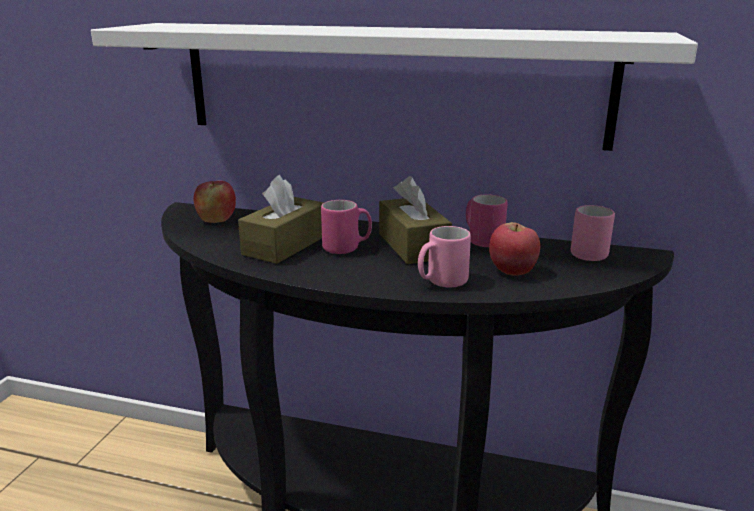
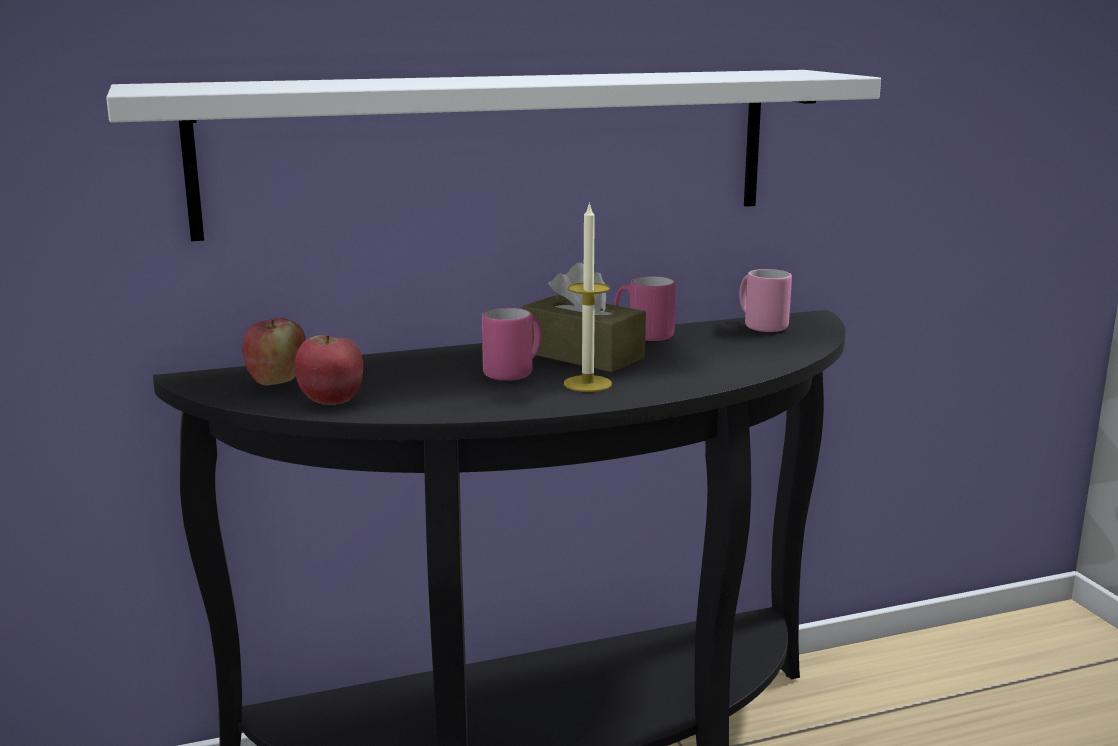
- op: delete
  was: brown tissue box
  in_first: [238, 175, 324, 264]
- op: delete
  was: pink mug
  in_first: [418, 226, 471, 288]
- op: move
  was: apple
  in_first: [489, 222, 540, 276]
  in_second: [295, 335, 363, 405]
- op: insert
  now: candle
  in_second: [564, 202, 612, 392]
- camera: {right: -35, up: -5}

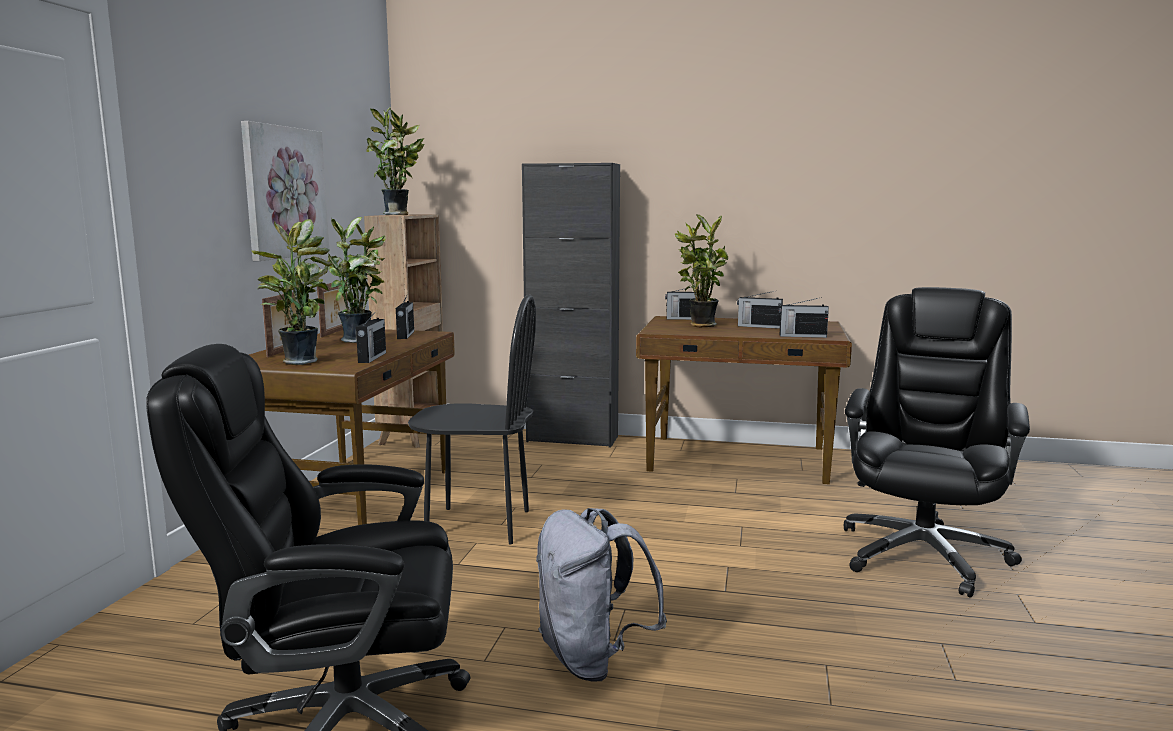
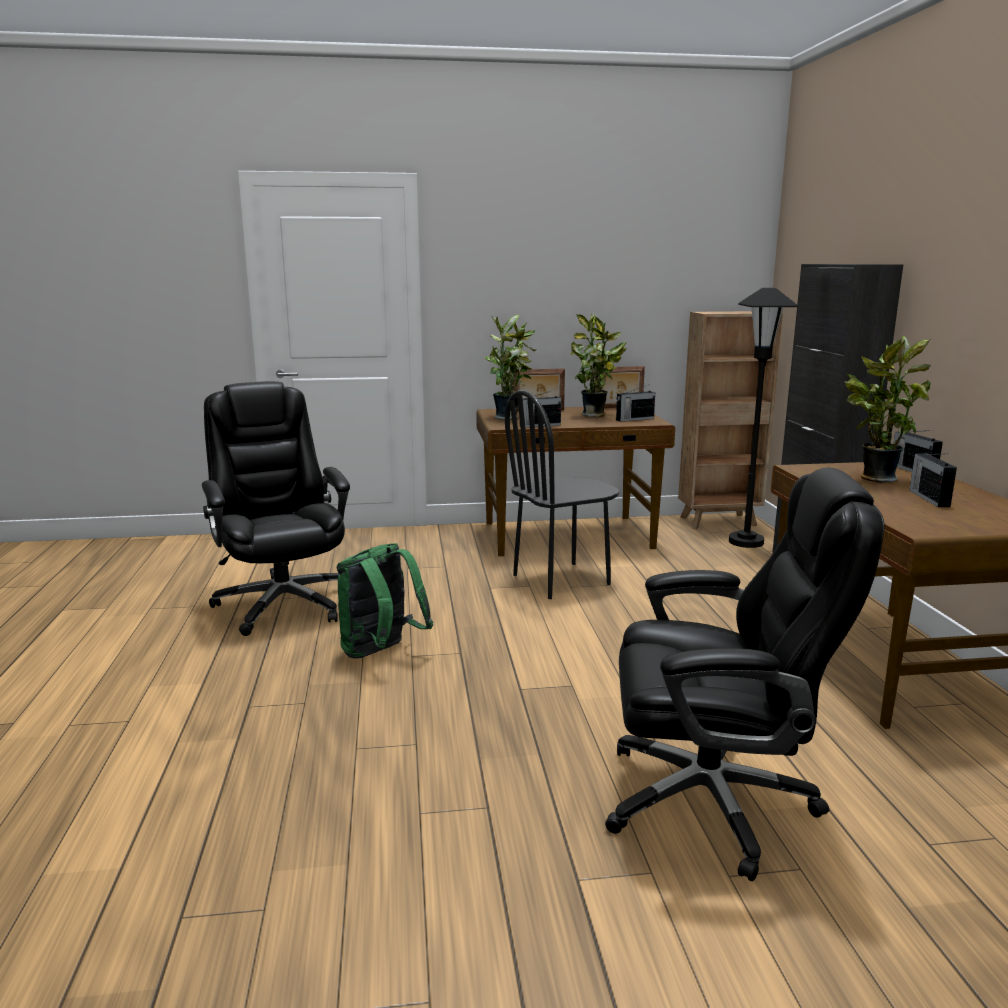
- op: delete
  was: picture
  in_first: [241, 121, 330, 261]
- op: delete
  was: potted plant
  in_first: [366, 107, 424, 215]
- op: rotate
  was: black chair
  in_first: [408, 295, 536, 544]
  in_second: [505, 390, 619, 599]
  clockwise: 75
- op: recolor
  was: grey backpack
  now: green backpack
  in_first: [536, 508, 667, 682]
  in_second: [337, 543, 434, 658]
- op: delete
  was: radio
  in_first: [779, 297, 829, 338]
- op: insert
  now: black floor lamp
  in_second: [729, 288, 797, 548]
- camera: {right: 70, up: 5}

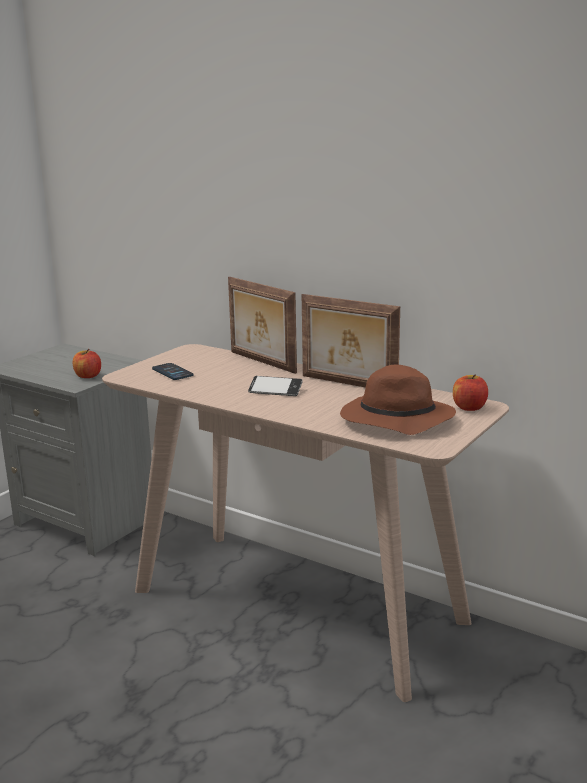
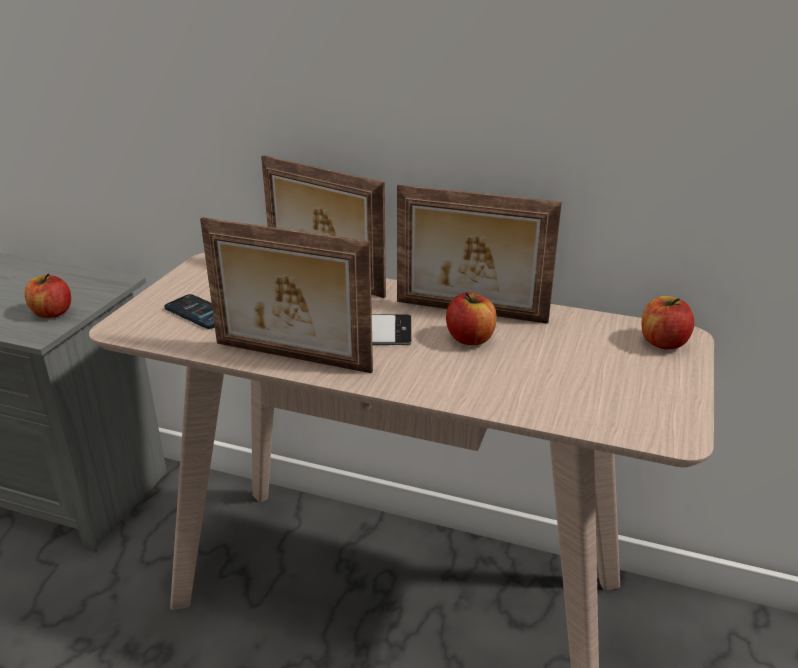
- op: delete
  was: brown hat
  in_first: [340, 365, 456, 435]
- op: insert
  now: picture frame
  in_second: [200, 217, 373, 373]
- op: insert
  now: apple
  in_second: [446, 292, 497, 345]
- camera: {right: -15, up: 10}

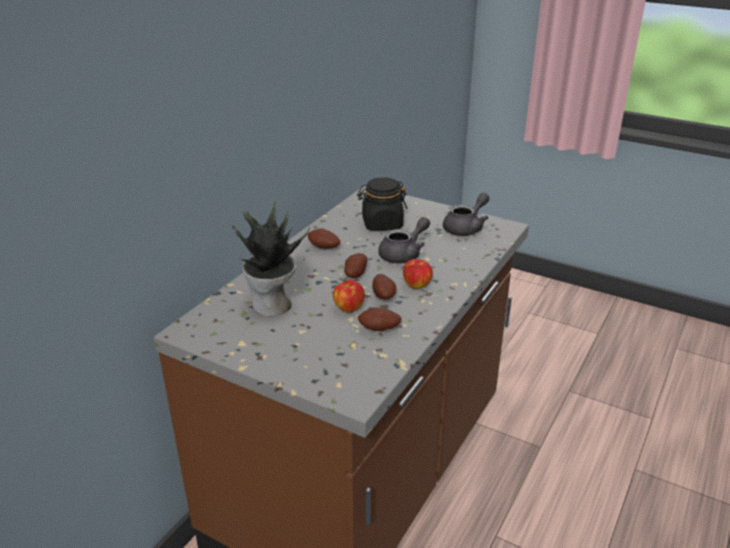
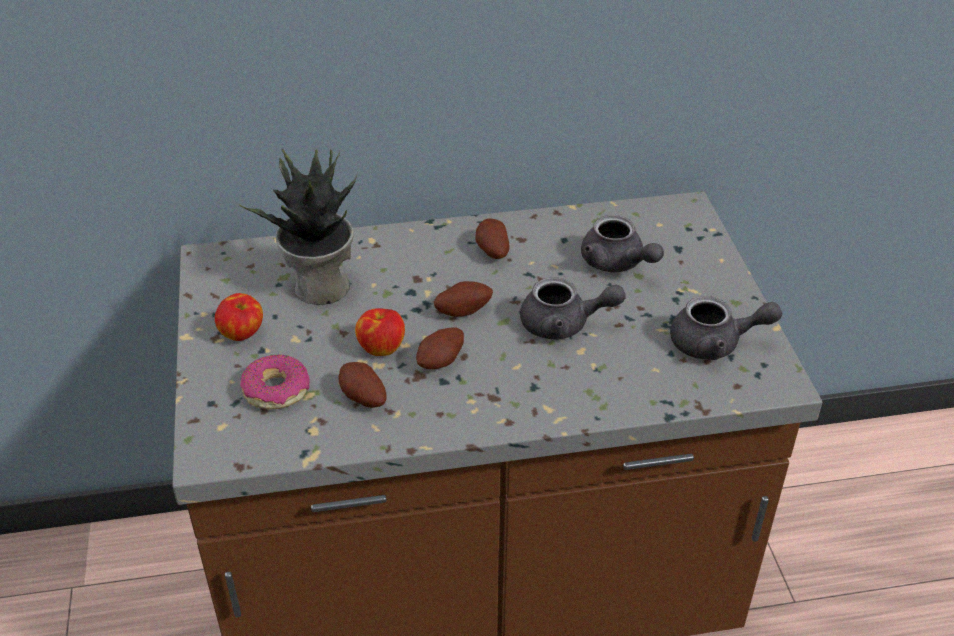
- op: replace
  was: black jar
  now: grey teapot
  in_first: [357, 177, 408, 231]
  in_second: [581, 215, 664, 272]
- op: move
  was: apple
  in_first: [403, 259, 433, 289]
  in_second: [215, 293, 263, 341]
- op: insert
  now: donut
  in_second: [240, 355, 310, 410]
- camera: {right: 50, up: 10}

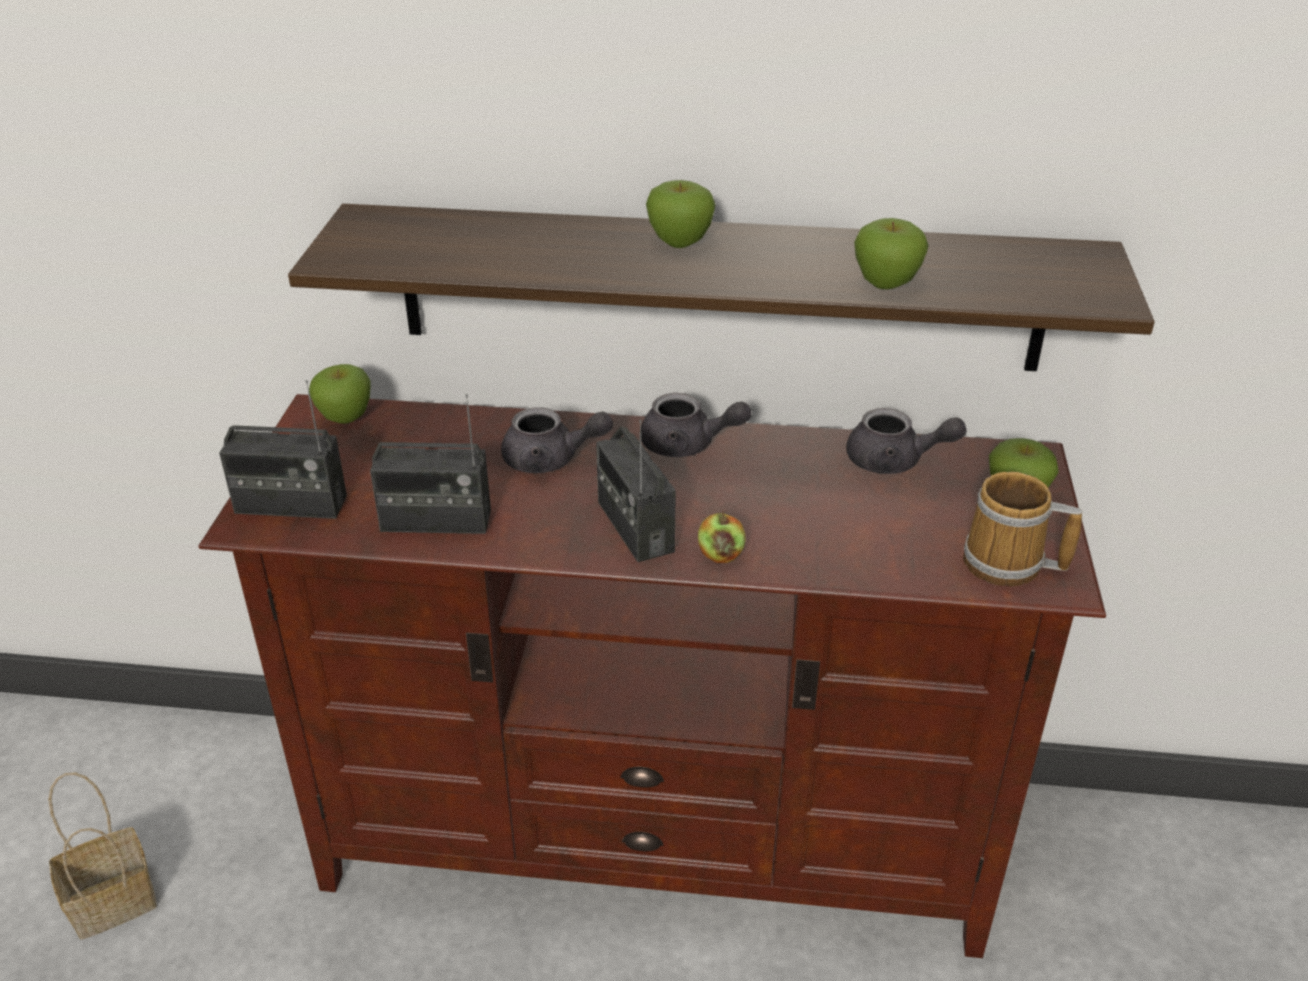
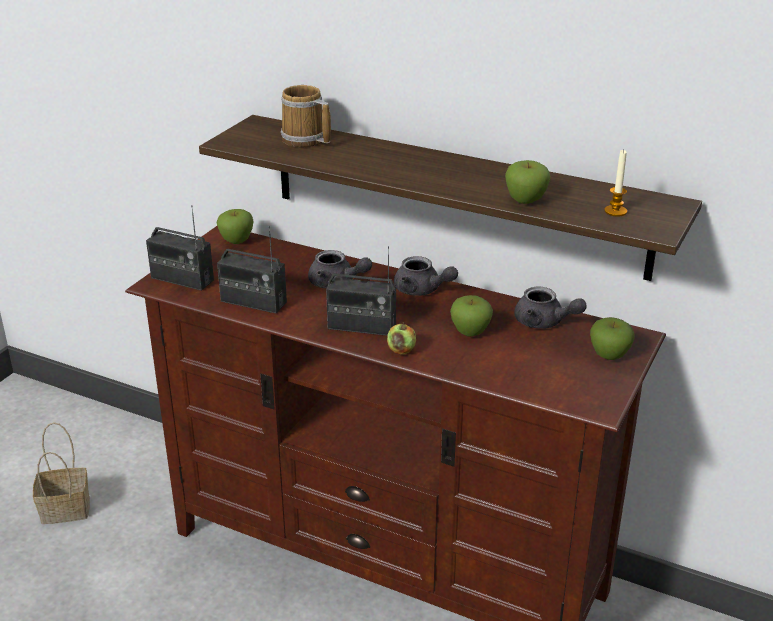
- op: rotate
  was: radio
  in_first: [596, 420, 676, 562]
  in_second: [326, 246, 396, 336]
  clockwise: -75
- op: move
  was: apple
  in_first: [646, 180, 716, 248]
  in_second: [450, 295, 493, 337]
- op: move
  was: mug
  in_first: [963, 472, 1082, 587]
  in_second: [281, 85, 331, 147]
- op: insert
  now: candle
  in_second: [604, 149, 627, 217]
- camera: {right: 20, up: -5}

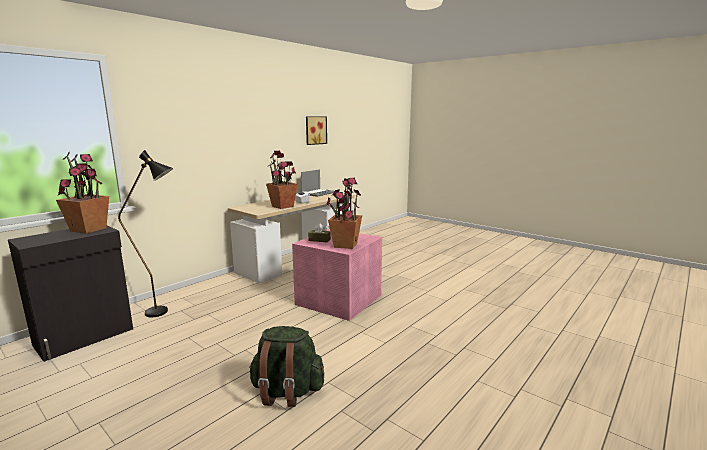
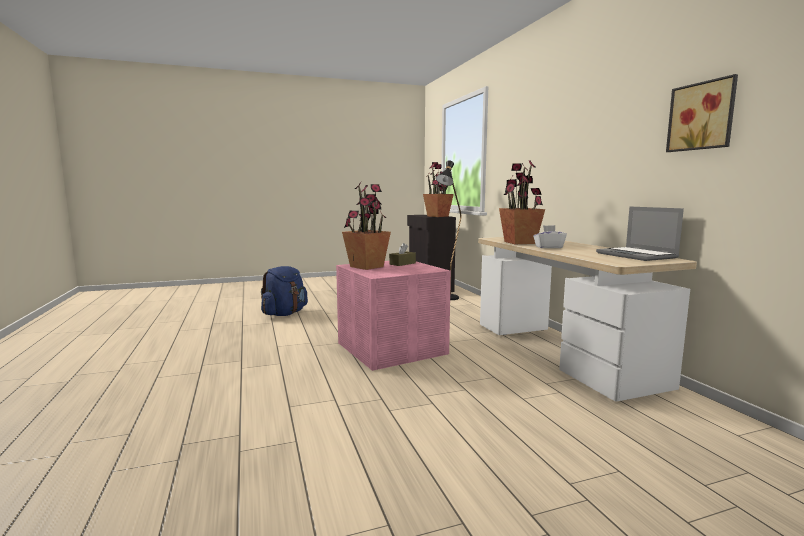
- op: recolor
  was: green backpack
  now: blue backpack
  in_first: [249, 326, 324, 407]
  in_second: [261, 266, 308, 316]
- camera: {right: 120, up: -5}

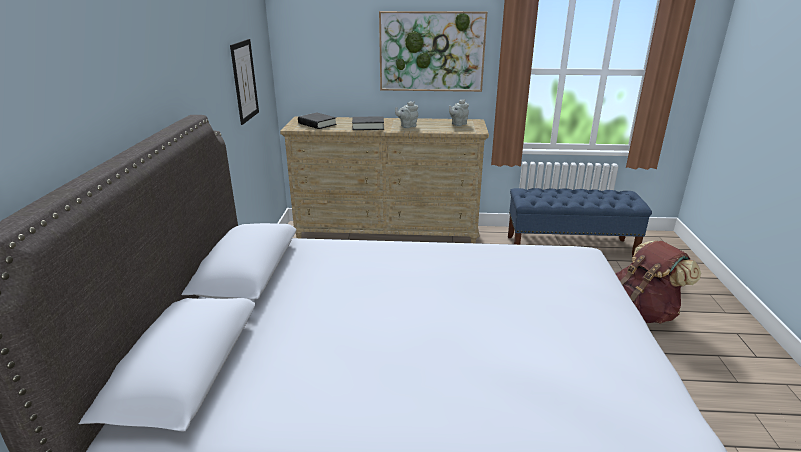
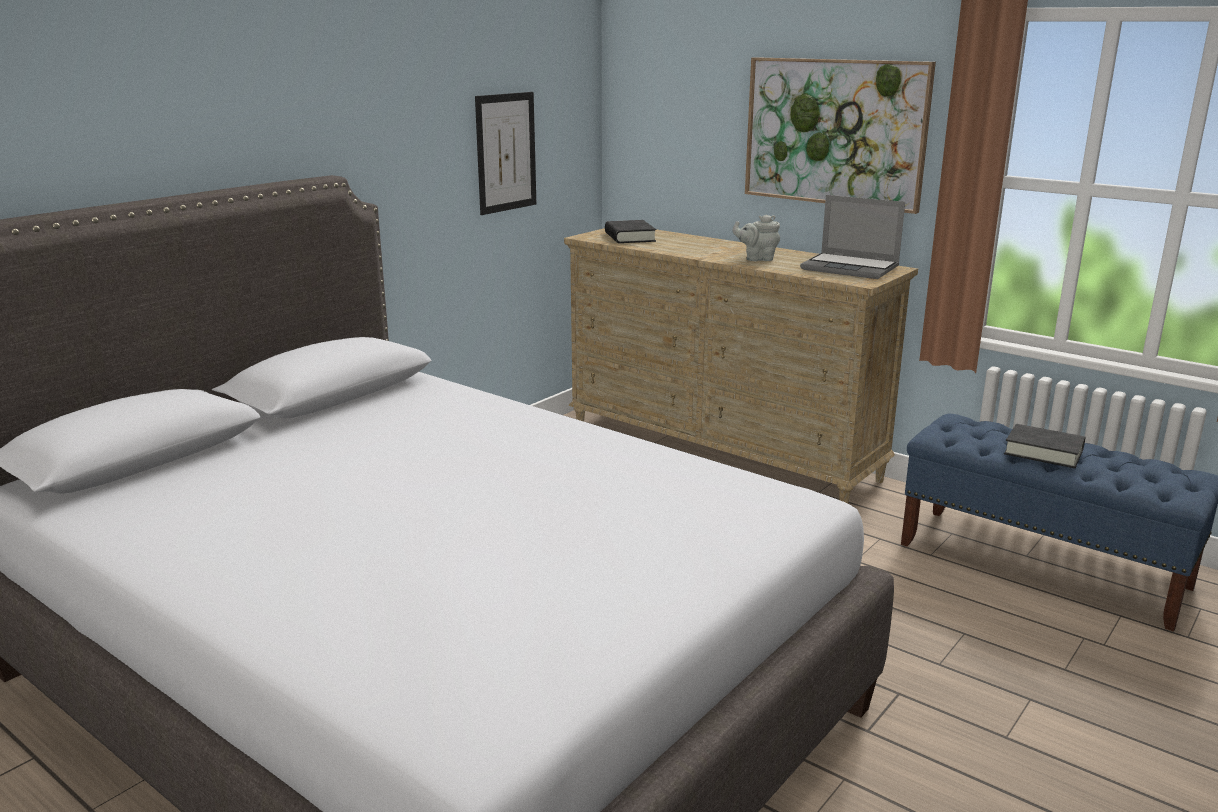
- op: move
  was: black book
  in_first: [352, 116, 384, 130]
  in_second: [1004, 424, 1086, 468]
- op: replace
  was: grey teapot
  now: laptop
  in_first: [449, 99, 469, 126]
  in_second: [800, 195, 905, 279]
- op: delete
  was: brown backpack
  in_first: [616, 240, 701, 324]
- camera: {right: 35, up: -5}

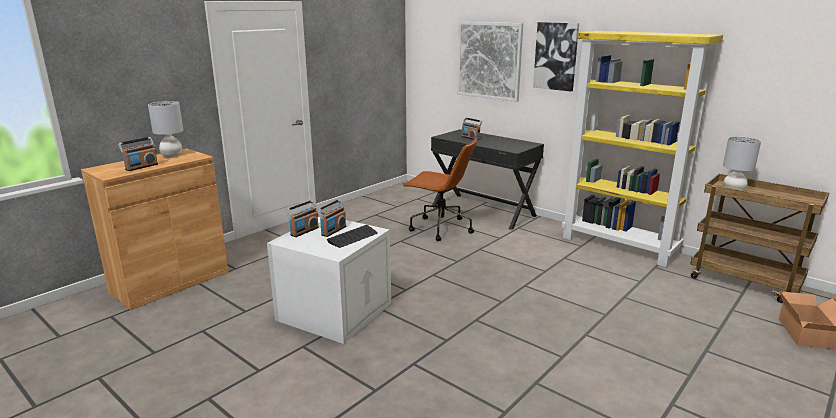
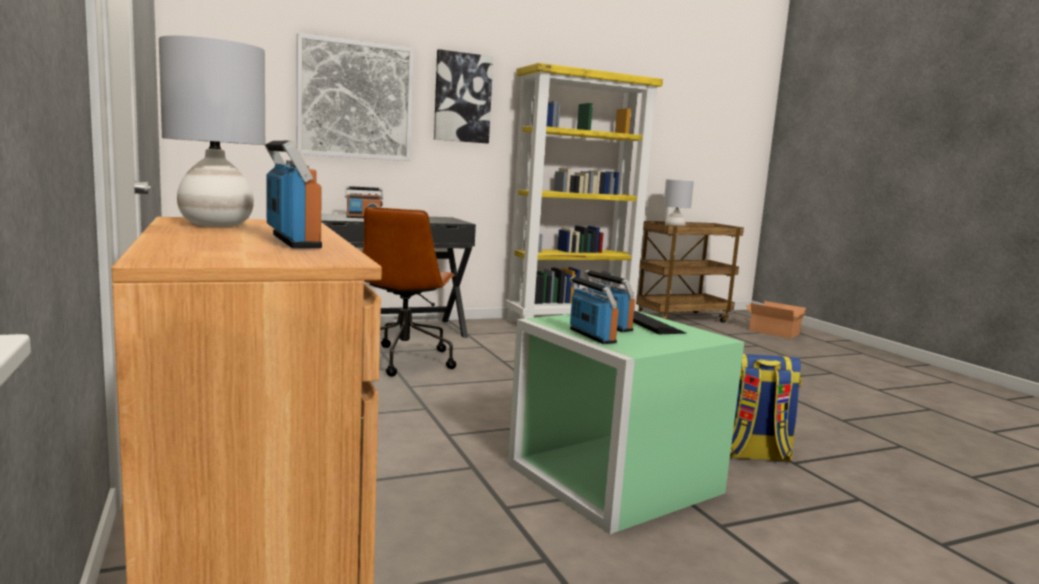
- op: recolor
  was: white storage box
  now: green storage box
  in_first: [267, 217, 391, 344]
  in_second: [508, 310, 744, 534]
- op: rotate
  was: brown office chair
  in_first: [402, 139, 477, 241]
  in_second: [363, 207, 456, 377]
  clockwise: 135
- op: insert
  now: backpack
  in_second: [730, 354, 802, 462]
- camera: {right: -65, up: -10}

